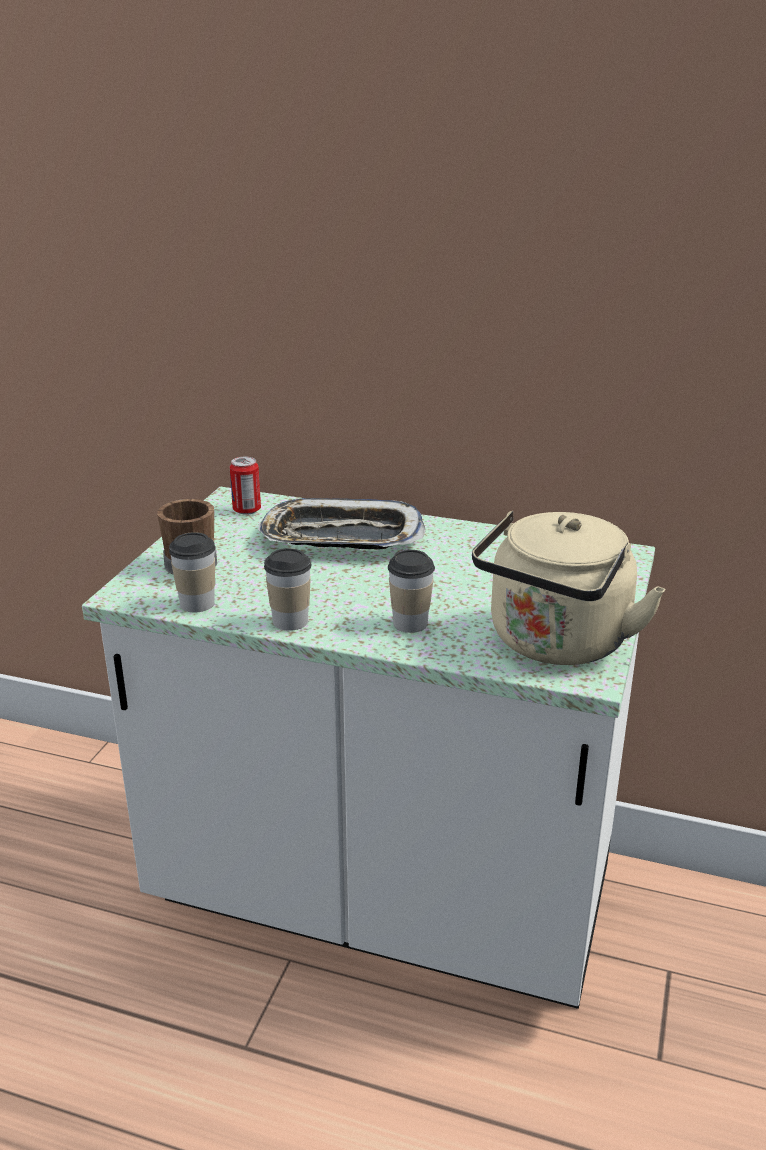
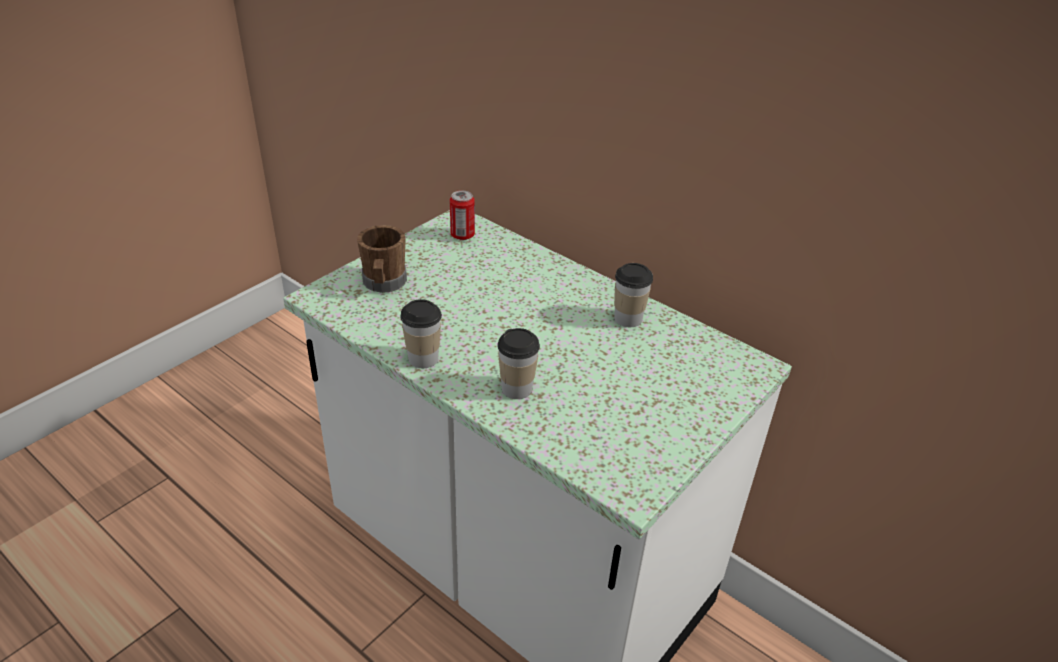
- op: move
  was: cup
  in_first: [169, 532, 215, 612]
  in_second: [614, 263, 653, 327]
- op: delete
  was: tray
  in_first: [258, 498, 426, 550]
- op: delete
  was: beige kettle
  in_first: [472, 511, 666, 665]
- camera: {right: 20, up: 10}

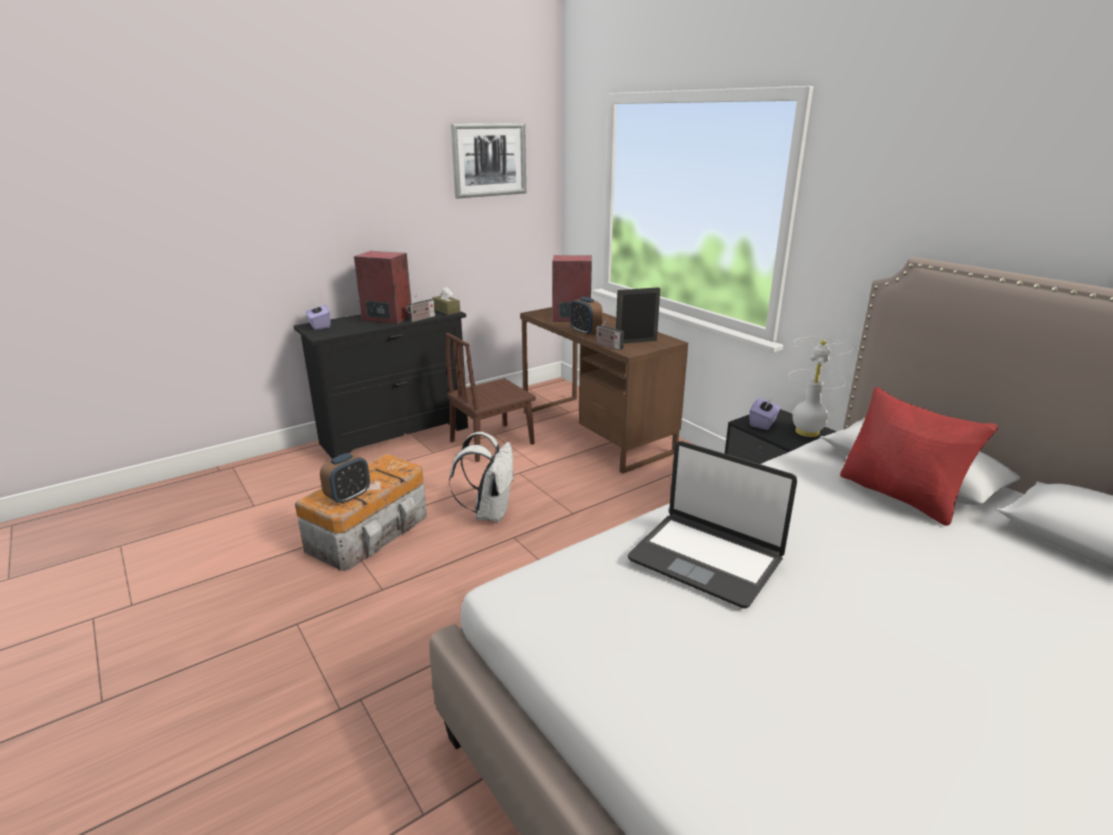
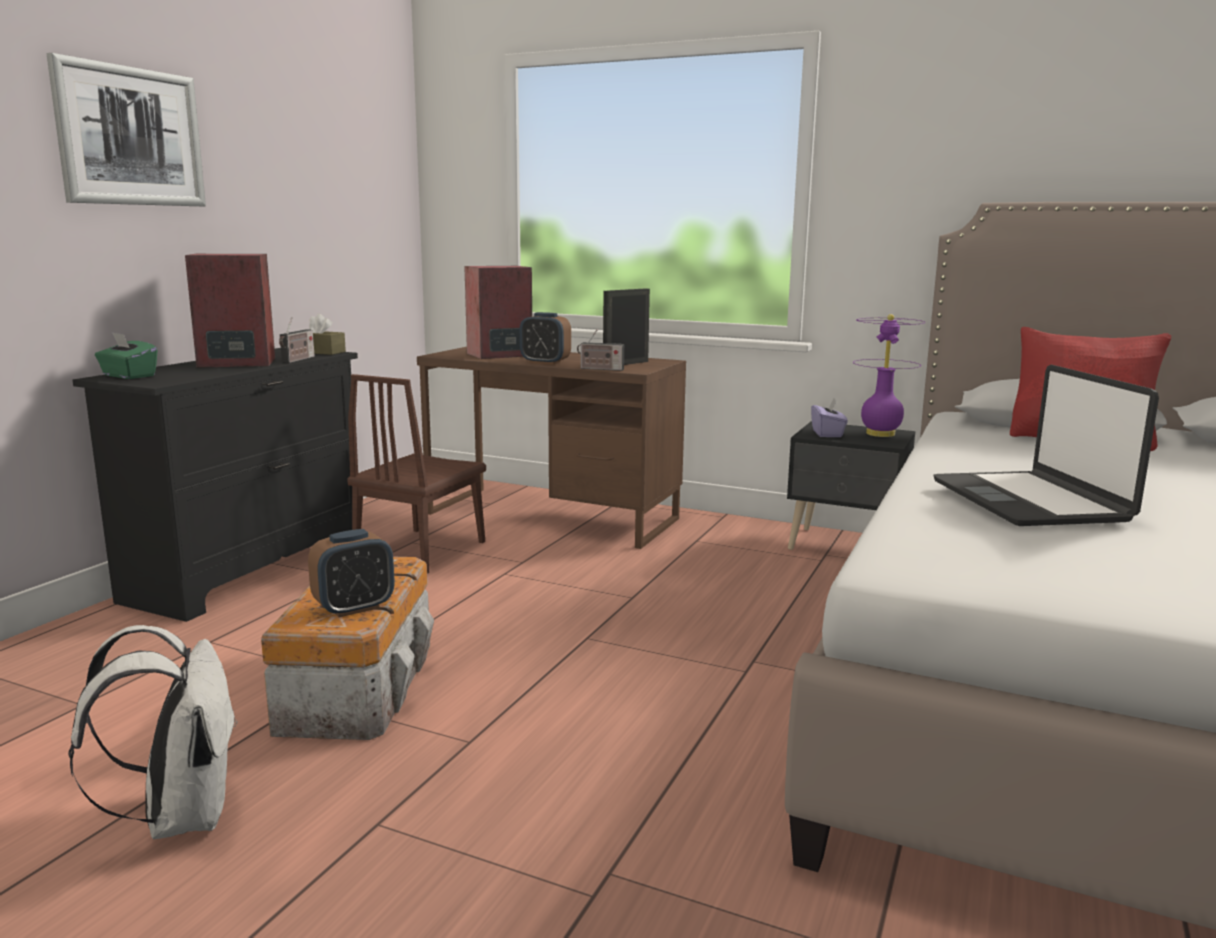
- op: recolor
  was: purple tissue box
  now: green tissue box
  in_first: [306, 304, 331, 330]
  in_second: [95, 332, 157, 379]
- op: rotate
  was: alarm clock
  in_first: [320, 453, 370, 504]
  in_second: [308, 529, 395, 617]
  clockwise: 45
- op: move
  was: white backpack
  in_first: [449, 432, 514, 522]
  in_second: [68, 625, 238, 839]
- op: move
  was: picture
  in_first: [451, 123, 526, 198]
  in_second: [46, 53, 206, 206]
- op: rotate
  was: laptop
  in_first: [628, 441, 797, 608]
  in_second: [933, 365, 1159, 526]
  clockwise: 75
- op: recolor
  was: white table lamp
  now: purple table lamp
  in_first: [788, 337, 853, 437]
  in_second: [853, 314, 924, 437]
- camera: {right: -30, up: -10}

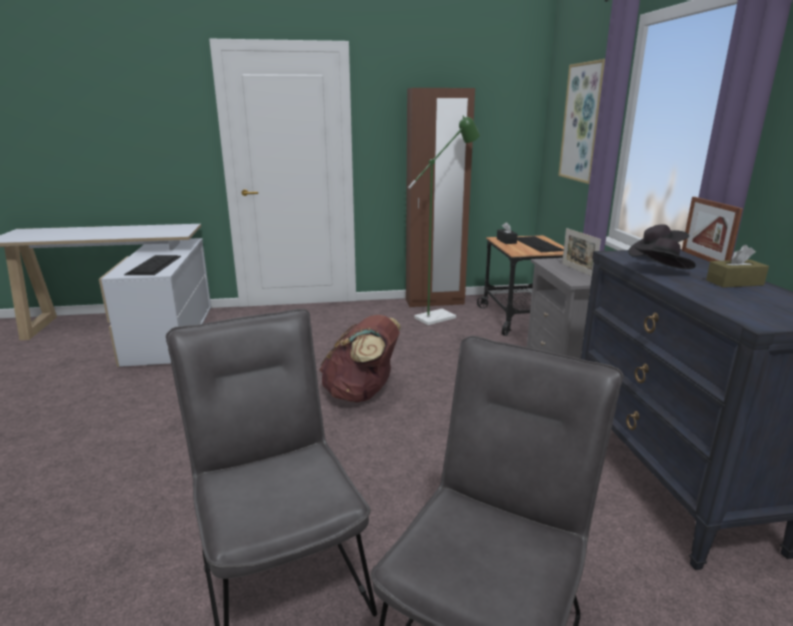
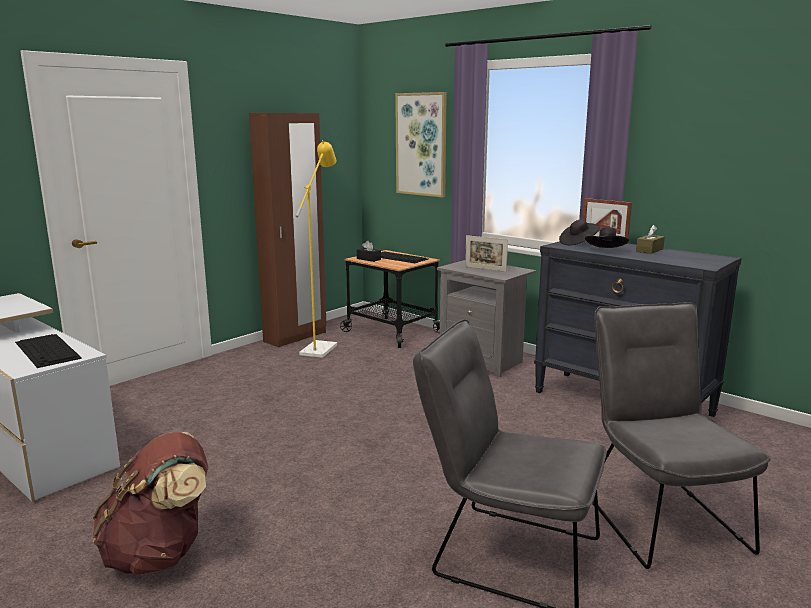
- op: move
  was: brown backpack
  in_first: [319, 315, 401, 402]
  in_second: [93, 432, 208, 575]
- op: recolor
  was: green floor lamp
  now: yellow floor lamp
  in_first: [408, 115, 480, 325]
  in_second: [296, 140, 337, 358]
- camera: {right: -40, up: -5}

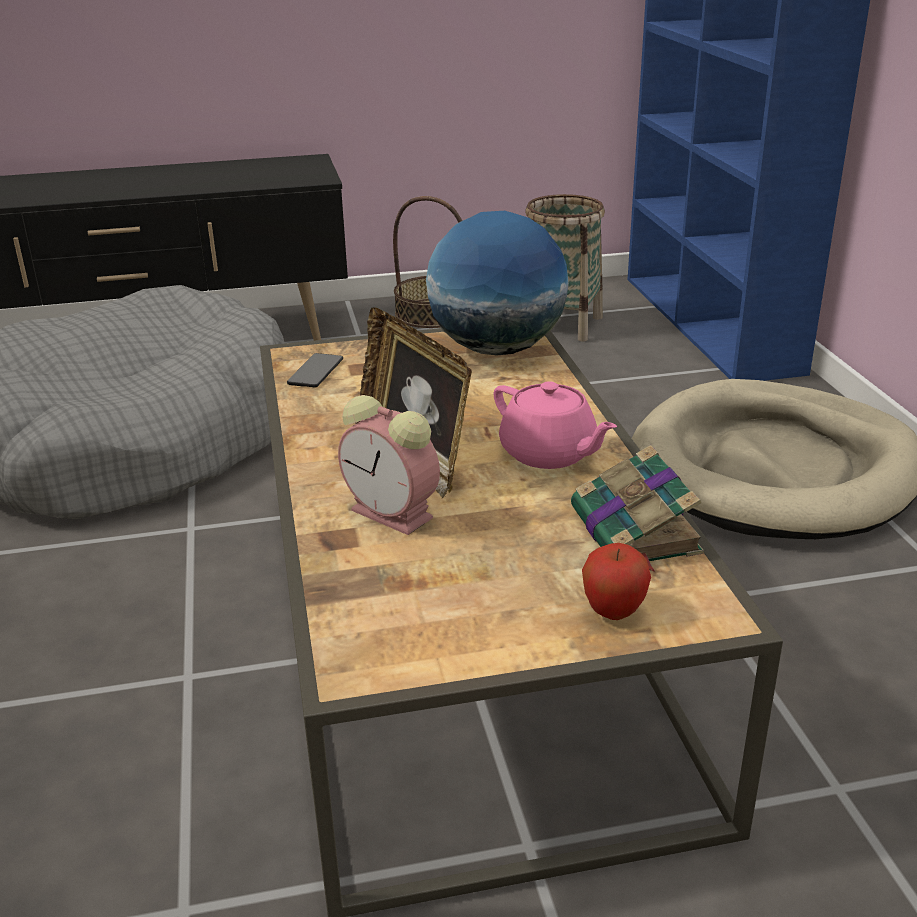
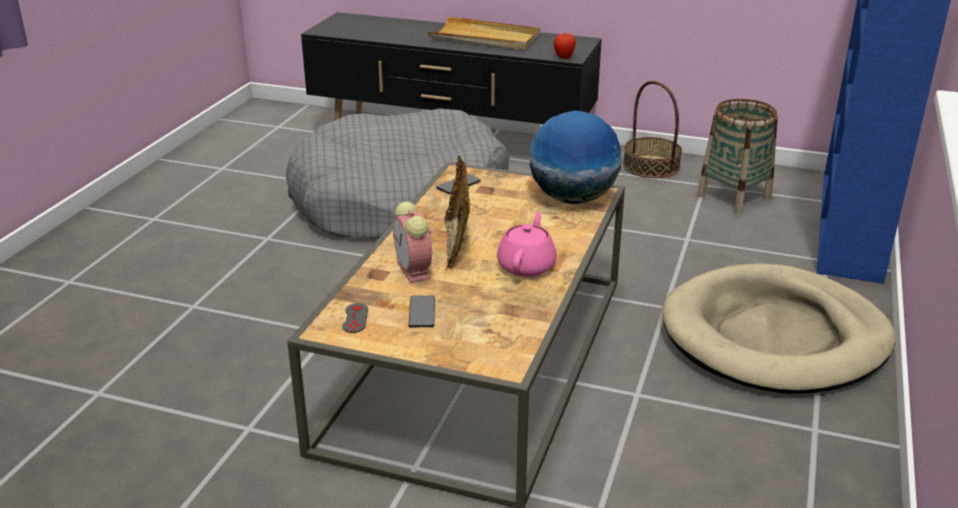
- op: rotate
  was: pink teapot
  in_first: [493, 381, 617, 469]
  in_second: [497, 212, 557, 277]
  clockwise: -150
- op: delete
  was: book
  in_first: [571, 445, 704, 572]
- op: move
  was: apple
  in_first: [582, 543, 651, 620]
  in_second: [553, 32, 576, 59]
- op: insert
  now: grey game controller
  in_second: [342, 303, 368, 333]
- op: insert
  now: phone
  in_second: [408, 296, 435, 327]
- op: insert
  now: beige tray
  in_second: [428, 16, 540, 50]
- camera: {right: 30, up: 0}

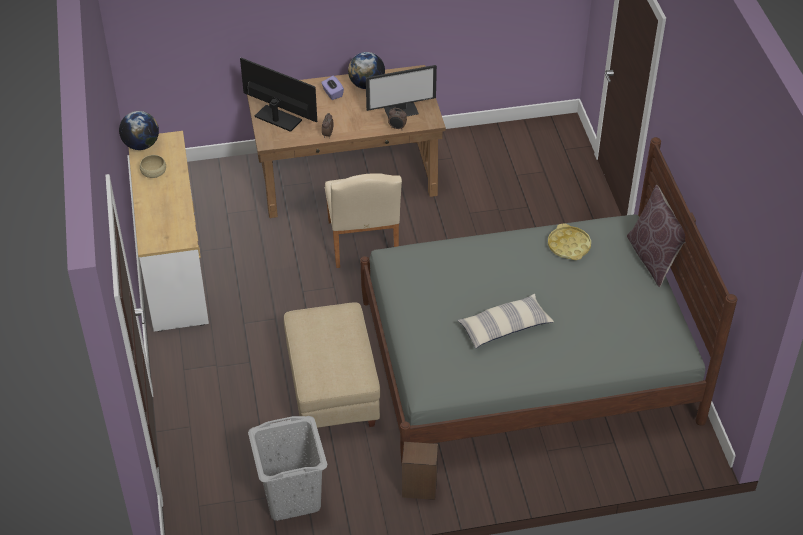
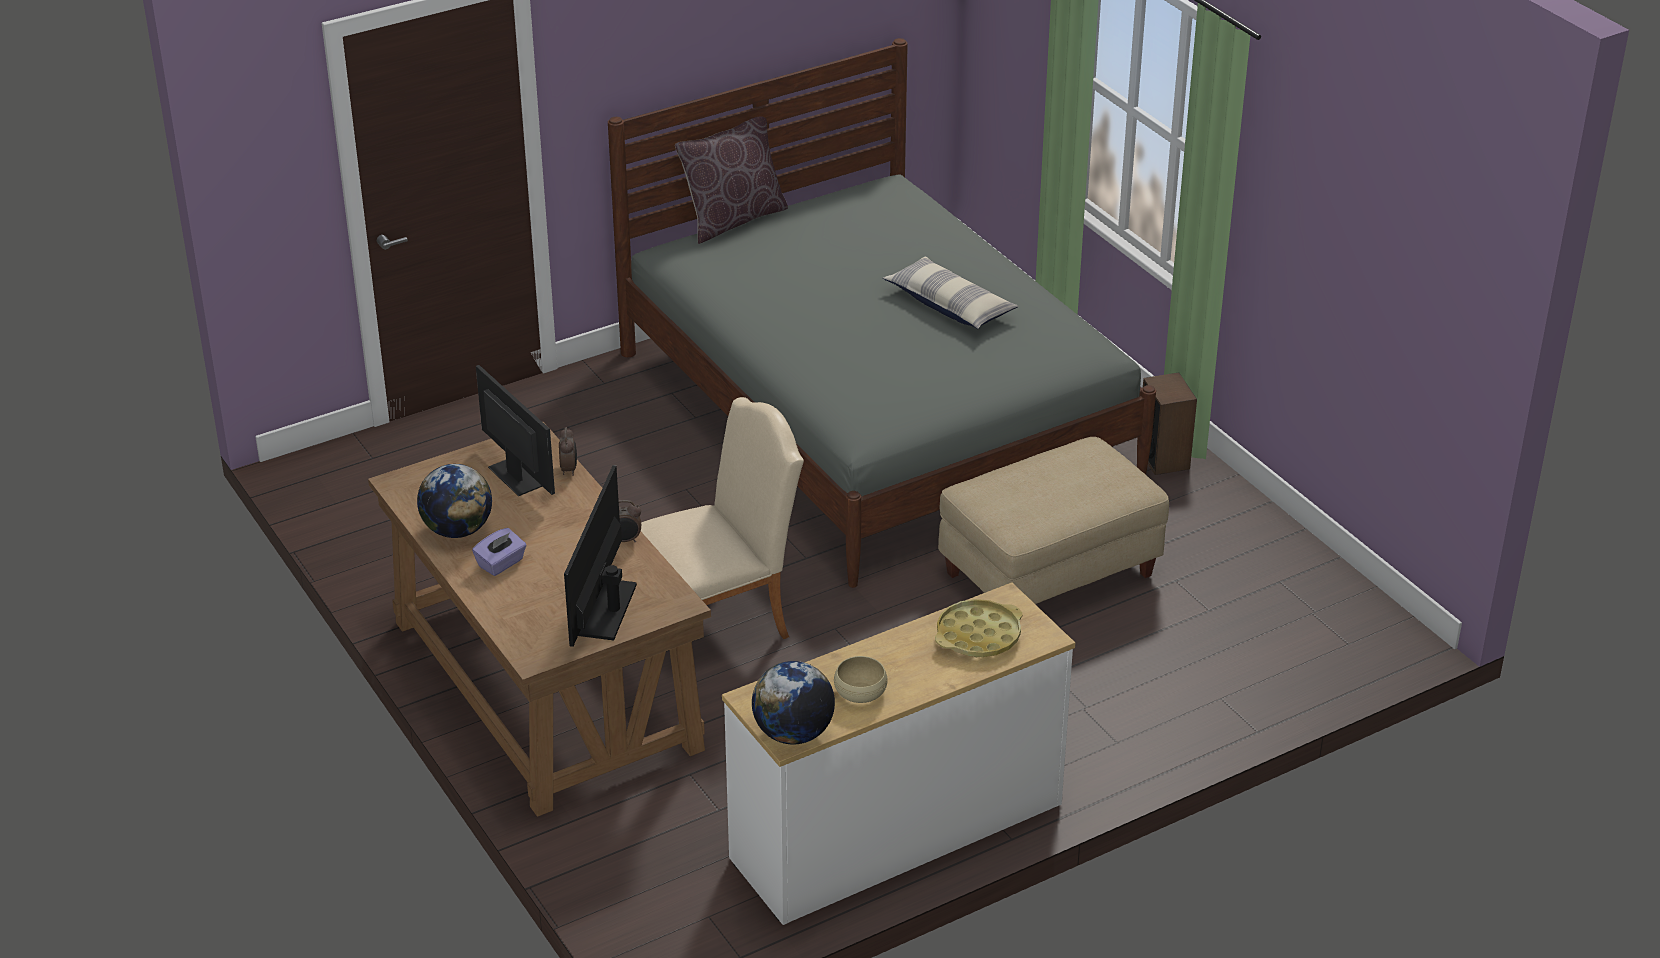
- op: delete
  was: grey laundry basket
  in_first: [248, 416, 327, 521]
- op: move
  was: yellow tray
  in_first: [548, 223, 591, 260]
  in_second: [935, 599, 1022, 657]
- camera: {right: -110, up: -10}

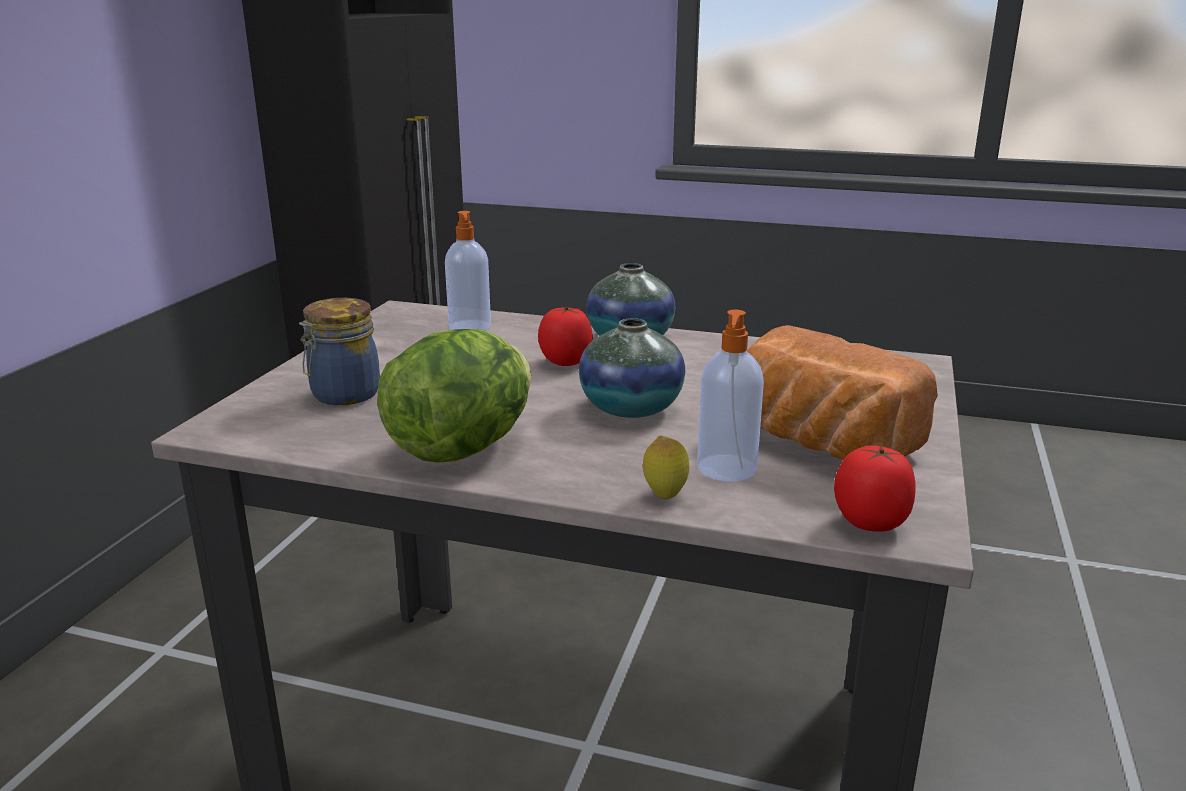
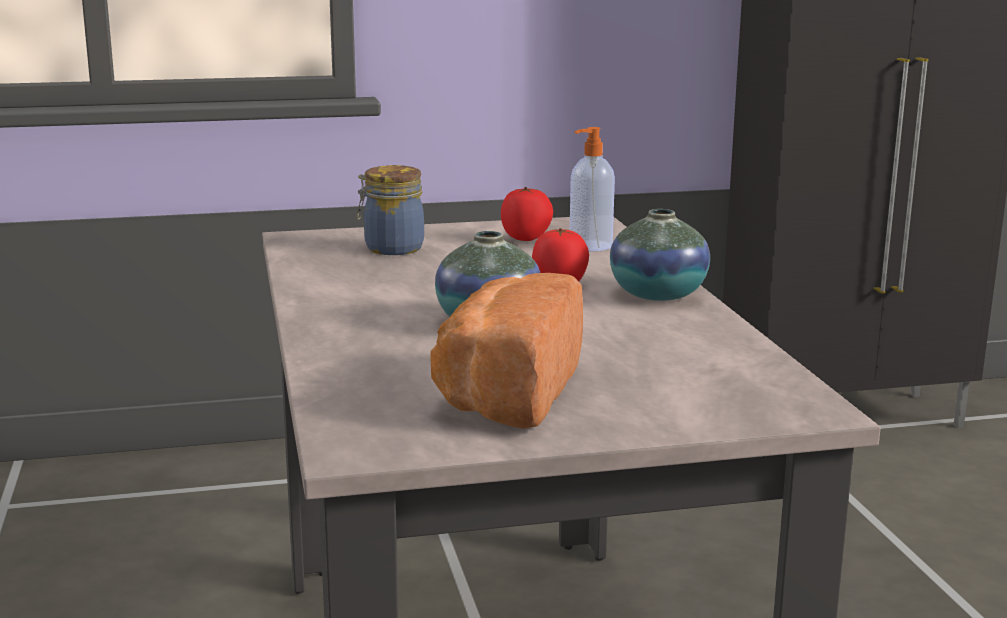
- op: delete
  was: lettuce
  in_first: [377, 329, 531, 462]
- op: delete
  was: lemon
  in_first: [643, 436, 689, 499]
- op: delete
  was: soap dispenser
  in_first: [697, 310, 764, 481]
- op: move
  was: tomato
  in_first: [834, 445, 916, 532]
  in_second: [501, 187, 553, 241]
- camera: {right: 60, up: -5}

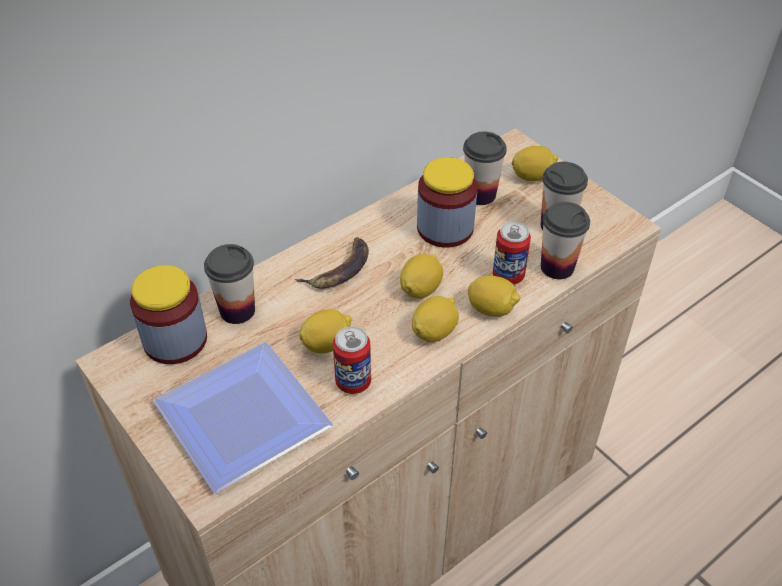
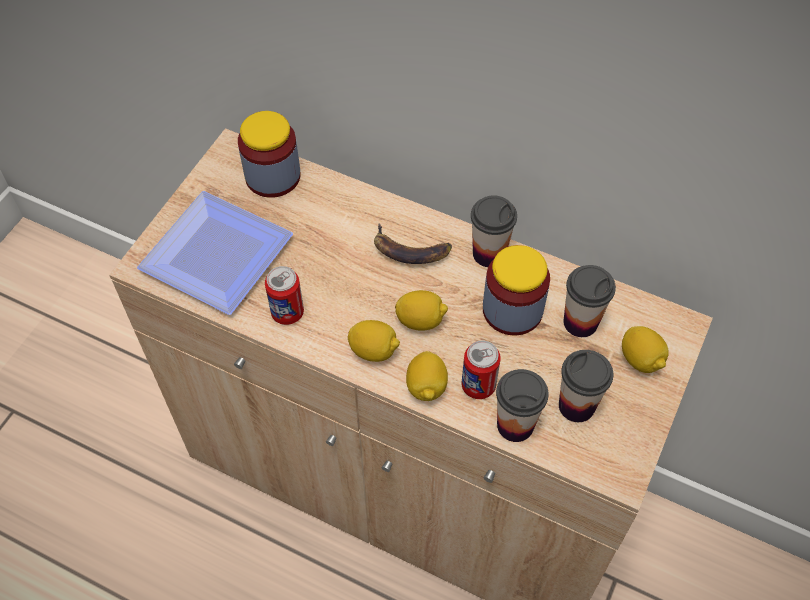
- op: move
  was: cup
  in_first: [204, 244, 255, 324]
  in_second: [471, 195, 517, 267]
- op: delete
  was: lemon
  in_first: [299, 309, 352, 353]
- camera: {right: 65, up: 10}

